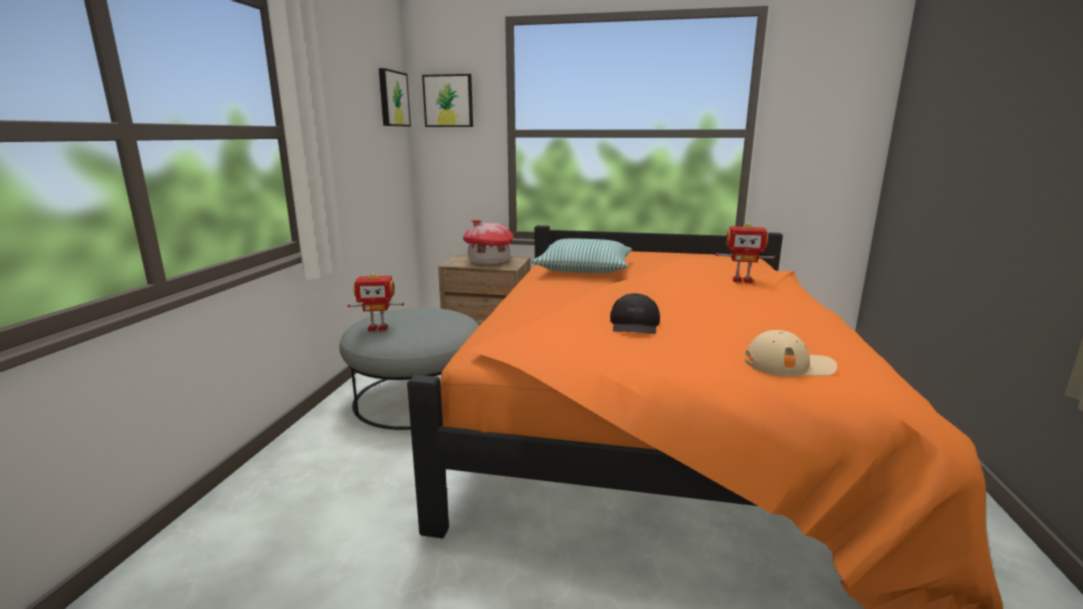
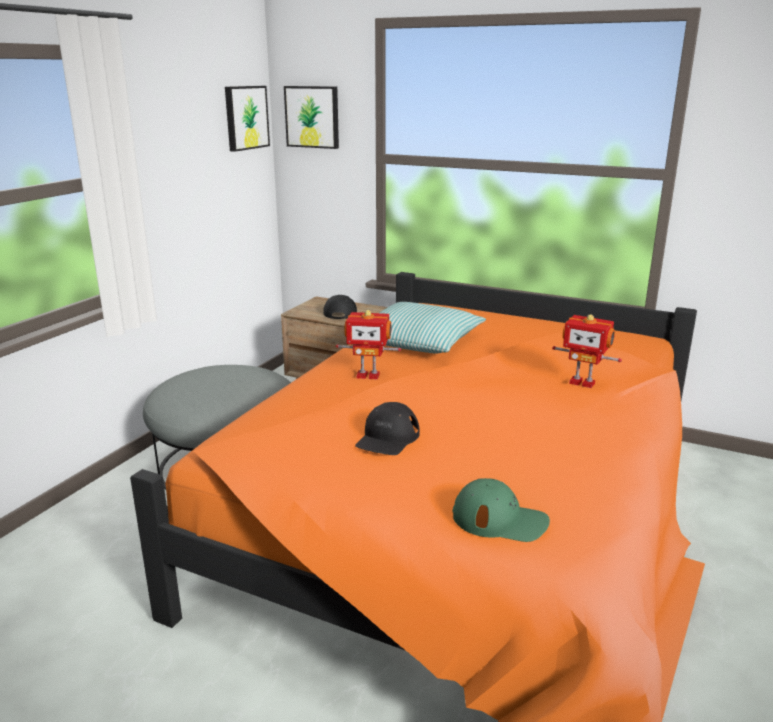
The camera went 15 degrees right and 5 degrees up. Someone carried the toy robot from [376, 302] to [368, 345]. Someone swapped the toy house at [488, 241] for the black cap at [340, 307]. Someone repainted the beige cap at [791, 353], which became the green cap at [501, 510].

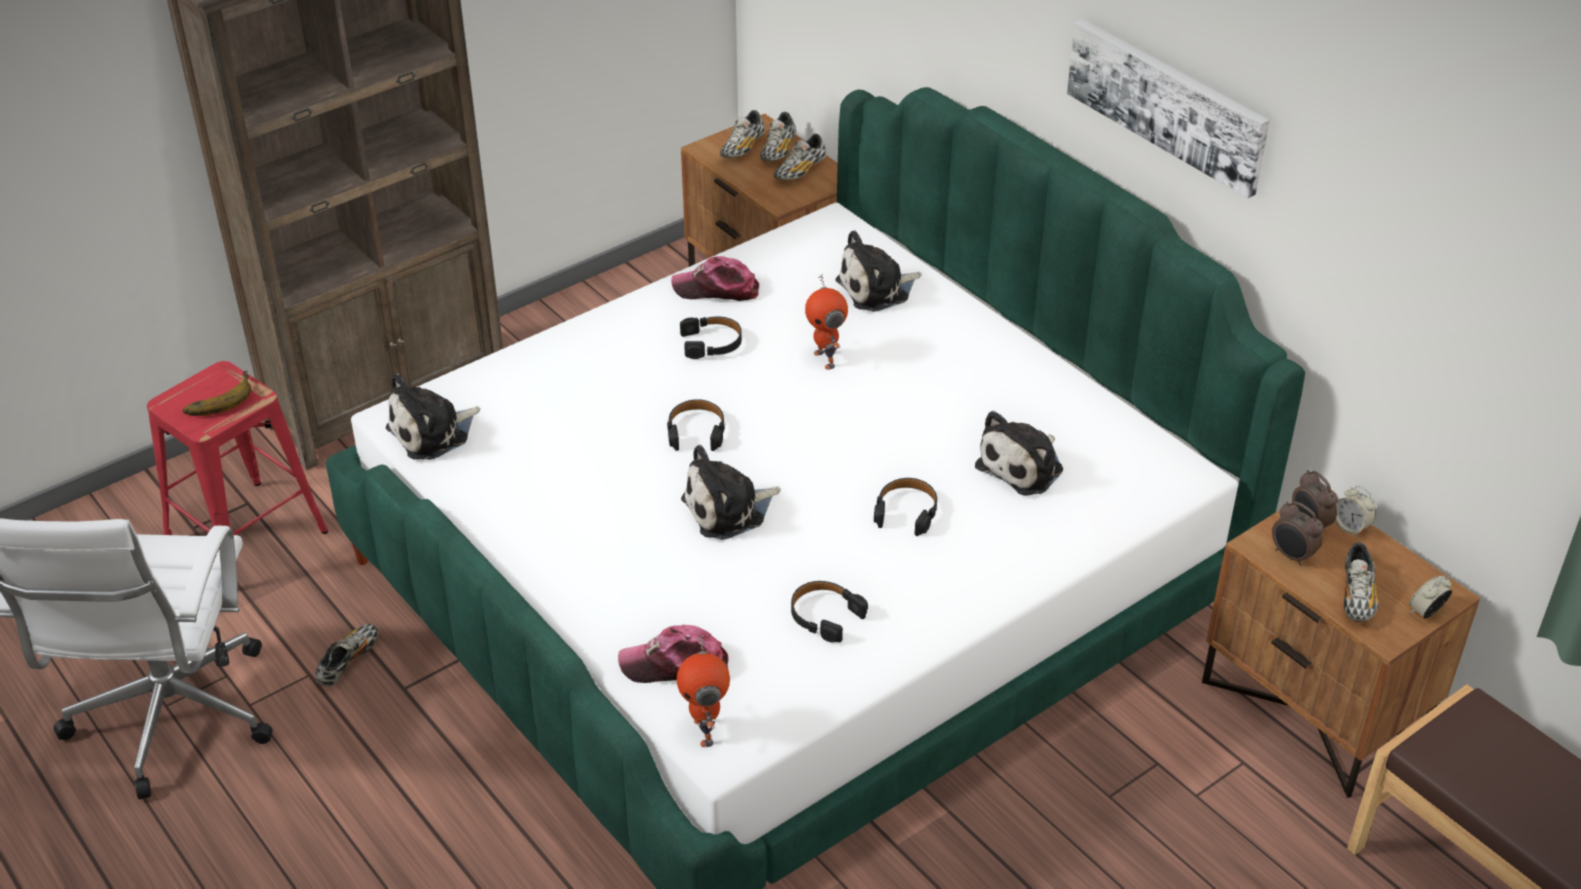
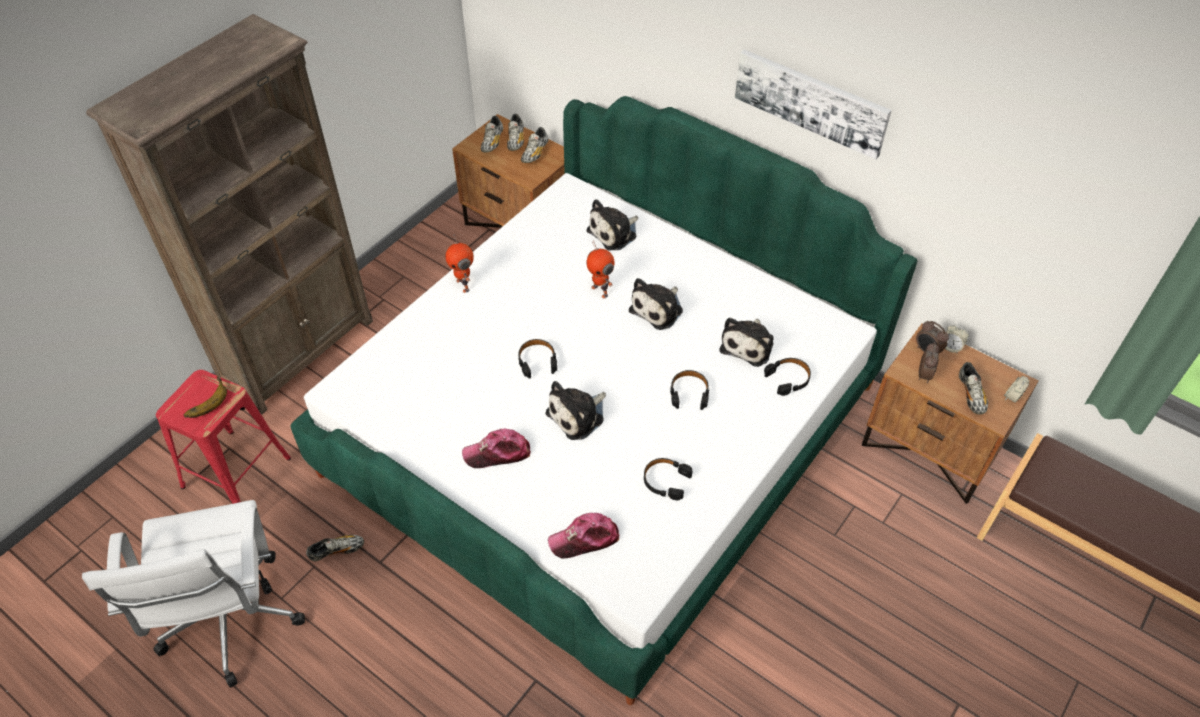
The camera went 15 degrees left and 10 degrees up. Someone carried the plush toy from [433, 416] to [656, 304]. Someone carried the cap from [715, 278] to [496, 448]. Someone carried the toy robot from [703, 691] to [459, 264]. Someone carried the black headphones from [711, 338] to [787, 377]. Someone rotated the shoe at [346, 655] by 60 degrees clockwise. Someone rotated the alarm clock at [1298, 533] by 105 degrees counterclockwise.

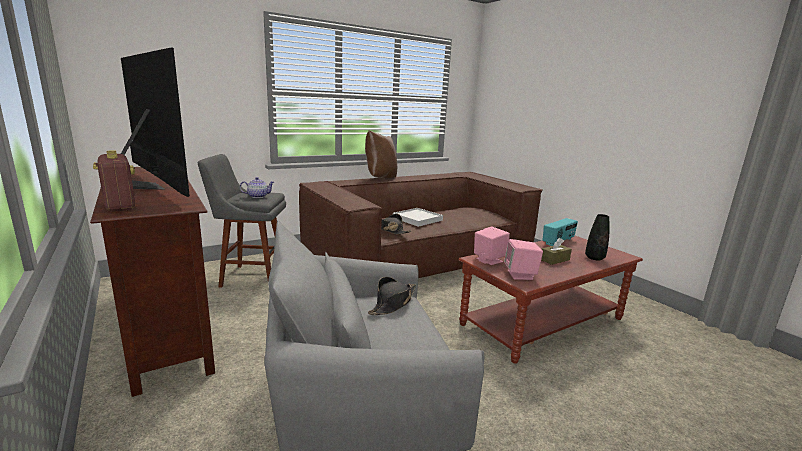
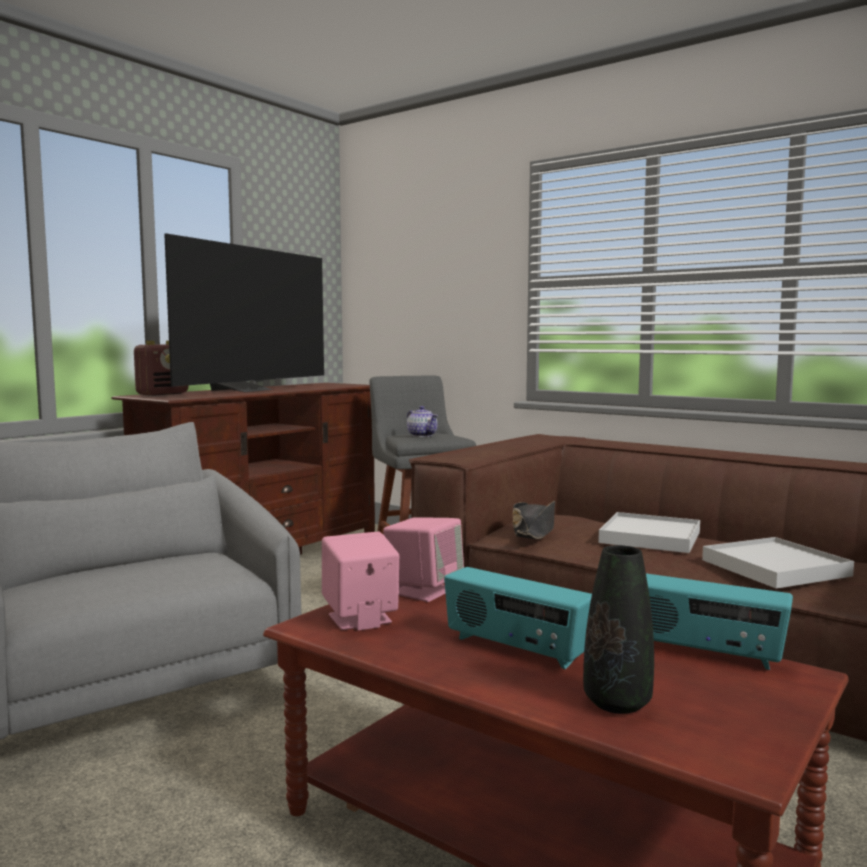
The camera went 70 degrees right and 10 degrees down. Someone took away the brown pillow at [381, 154]. Someone took away the black hat at [392, 296]. Someone put down the white tray at [778, 563]. Someone swapped the brown tissue box at [556, 251] for the radio at [518, 618].

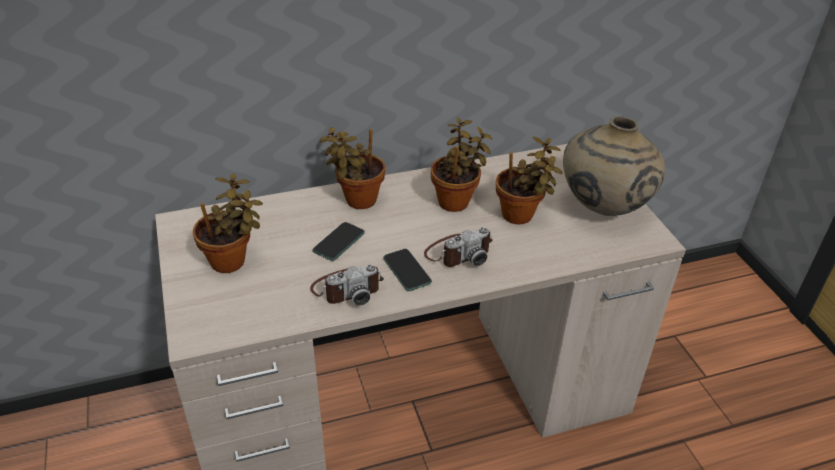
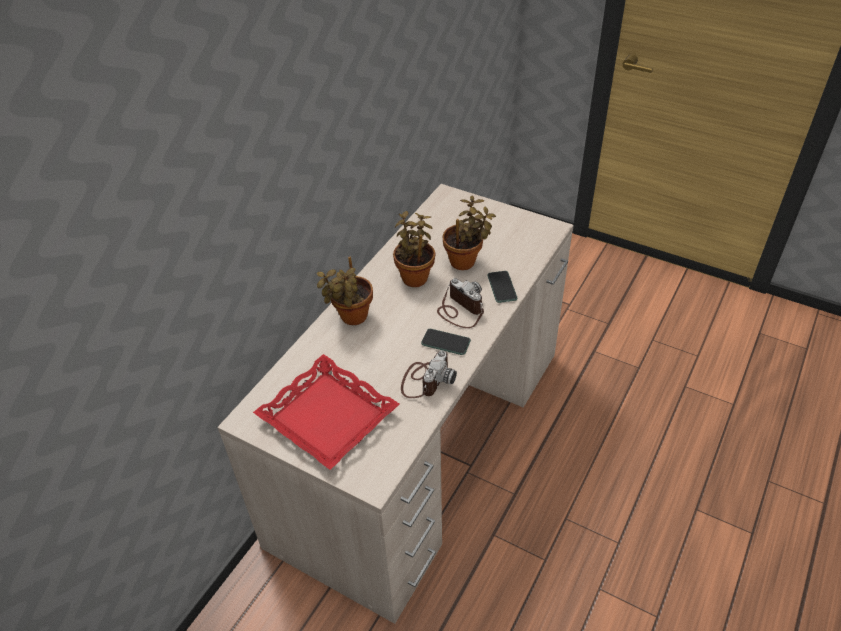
The camera went 40 degrees left and 5 degrees up. Someone took away the beige vase at [614, 166]. Someone carried the phone from [338, 241] to [502, 287]. Someone swapped the potted plant at [228, 223] for the red tray at [326, 412]. Someone rotated the photo camera at [458, 247] by 60 degrees counterclockwise.

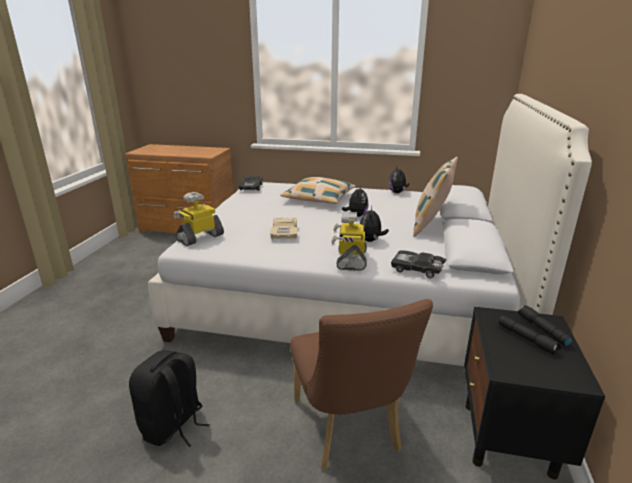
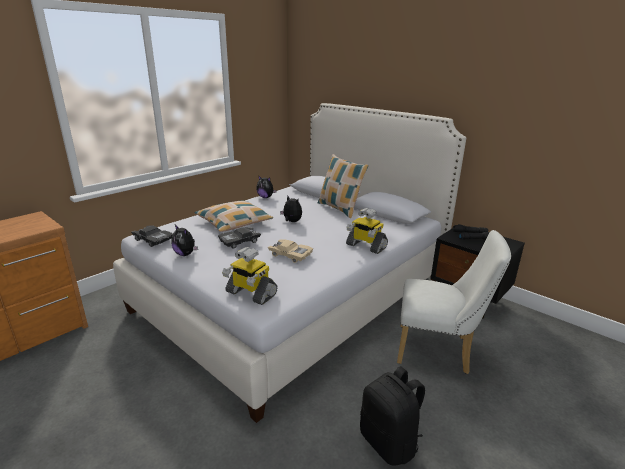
The camera went 60 degrees left and 0 degrees up. Someone carried the plush toy from [374, 224] to [185, 240]. Someone carried the black toy car from [418, 264] to [239, 238]. Someone repainted the brown chair at [361, 384], which became the white chair at [454, 302]. Someone rotated the toy robot at [198, 219] by 45 degrees counterclockwise.

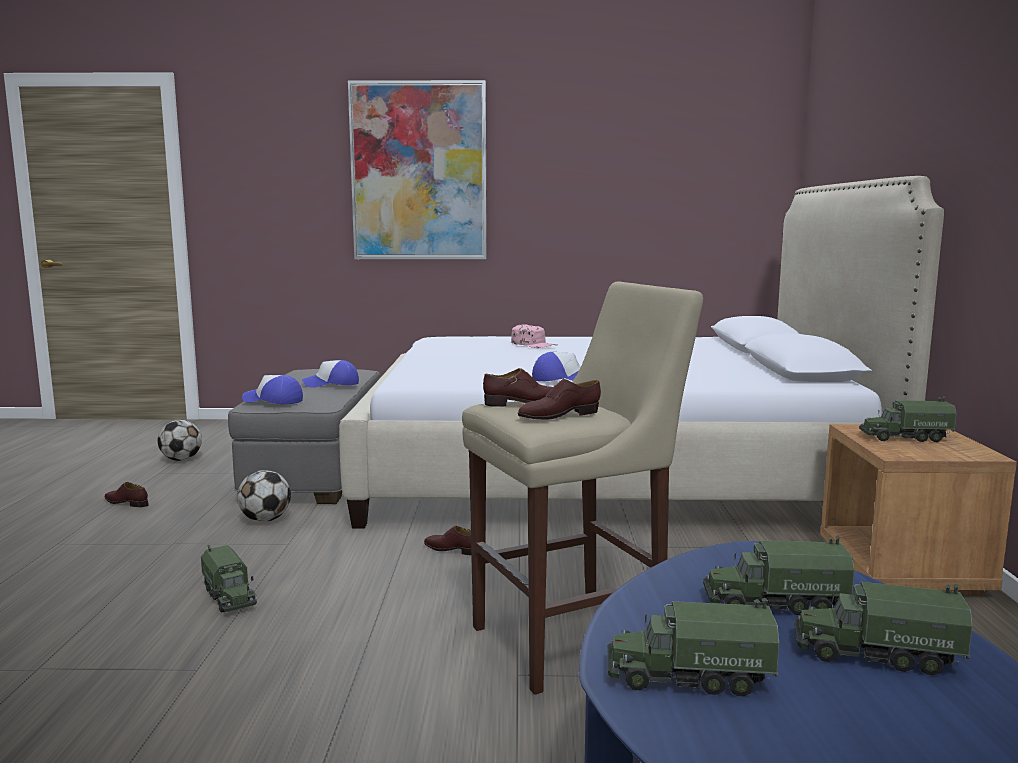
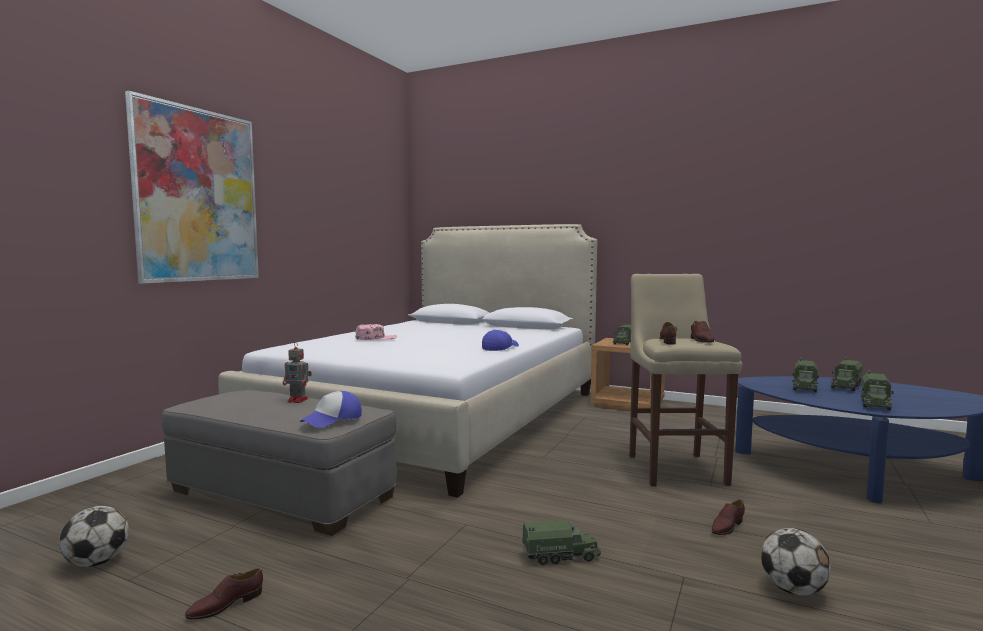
The camera went 65 degrees left and 5 degrees down. Someone carried the football from [264, 496] to [796, 562]. Someone carried the brown shoe from [447, 540] to [728, 517]. Someone swapped the cap at [330, 374] for the toy robot at [297, 372].

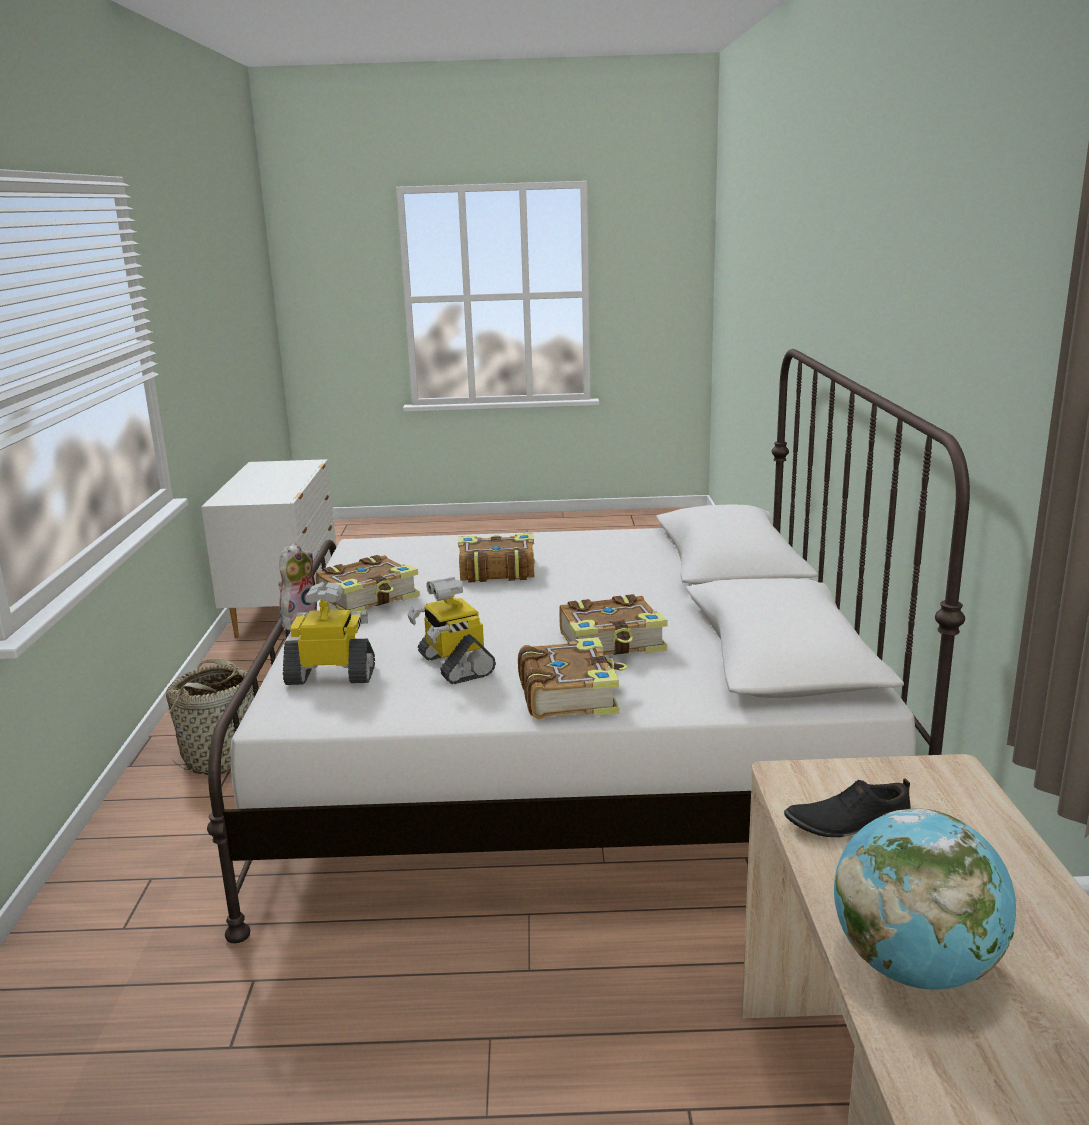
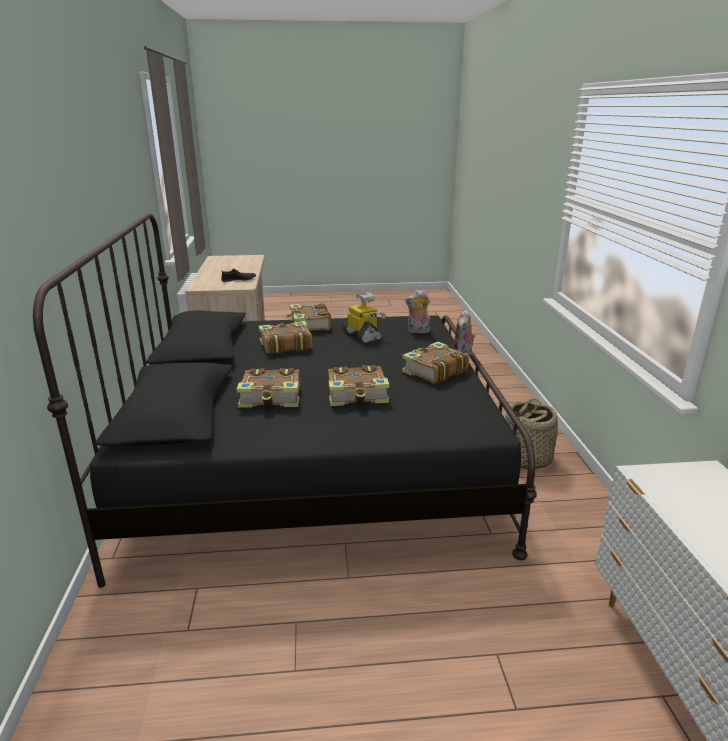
The camera went 175 degrees right and 5 degrees up. Someone took away the globe at [925, 899]. Someone put down the book at [268, 388]. Someone swapped the toy robot at [329, 633] for the plush toy at [417, 311]. Someone repainted the white bed at [588, 646], which became the black bed at [285, 400].

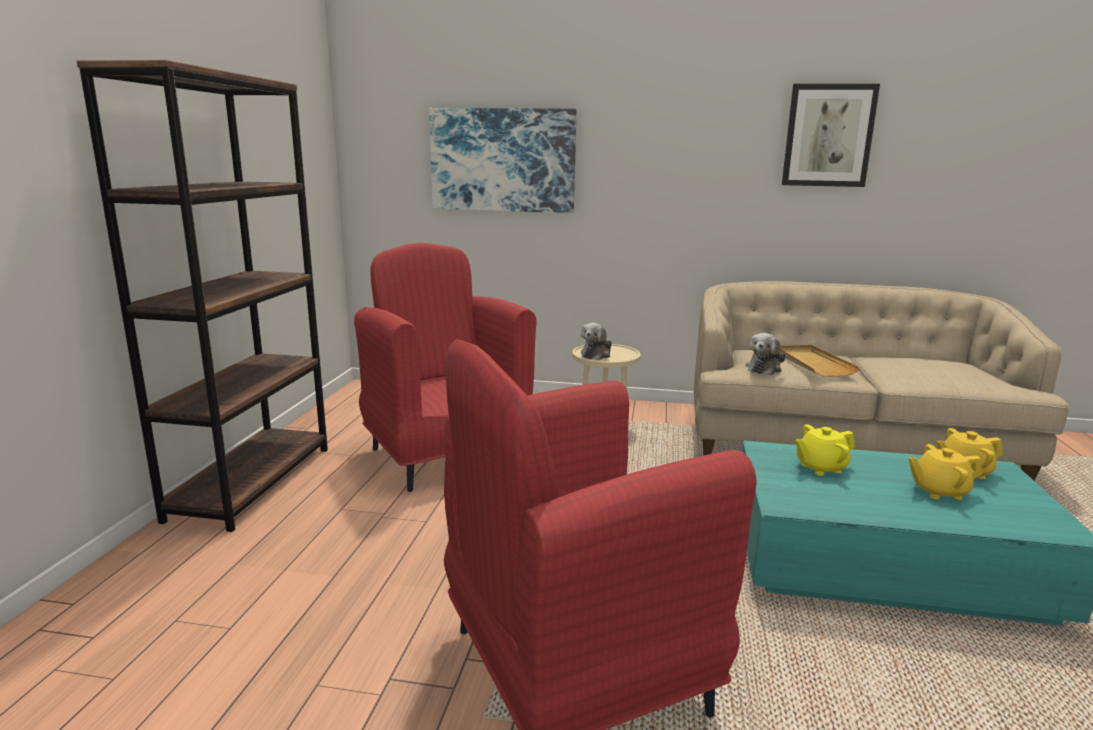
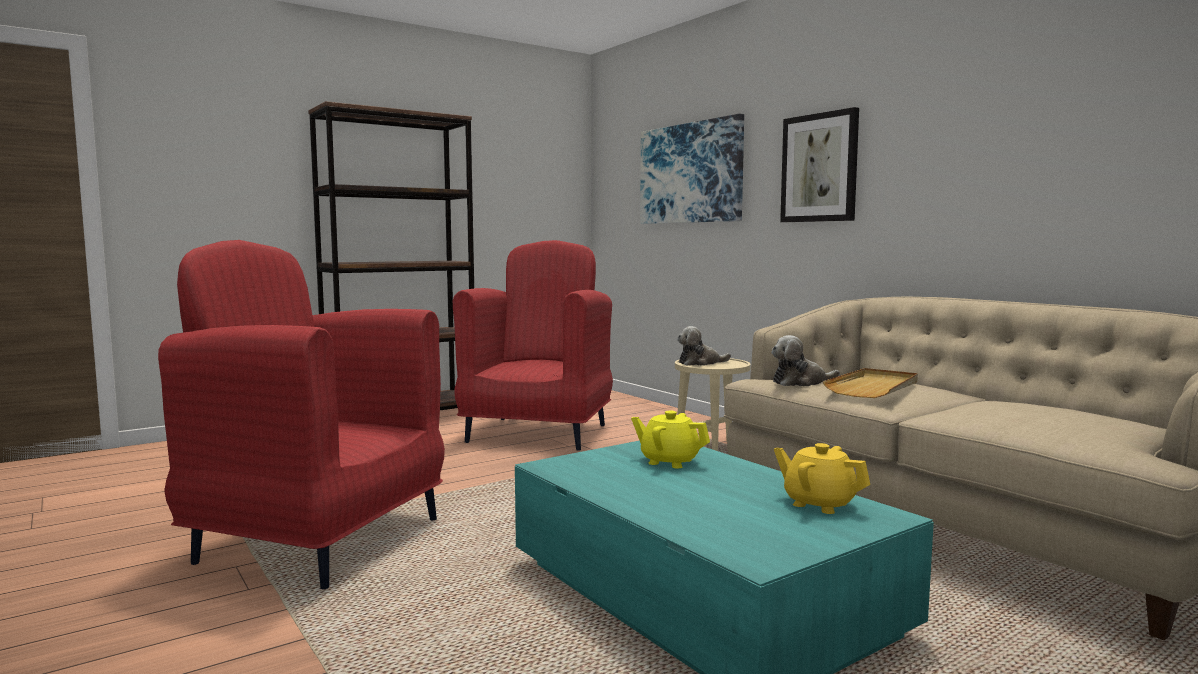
The camera went 45 degrees right and 10 degrees down. Someone took away the yellow teapot at [945, 472]. Someone carried the picture from [831, 135] to [819, 164].

